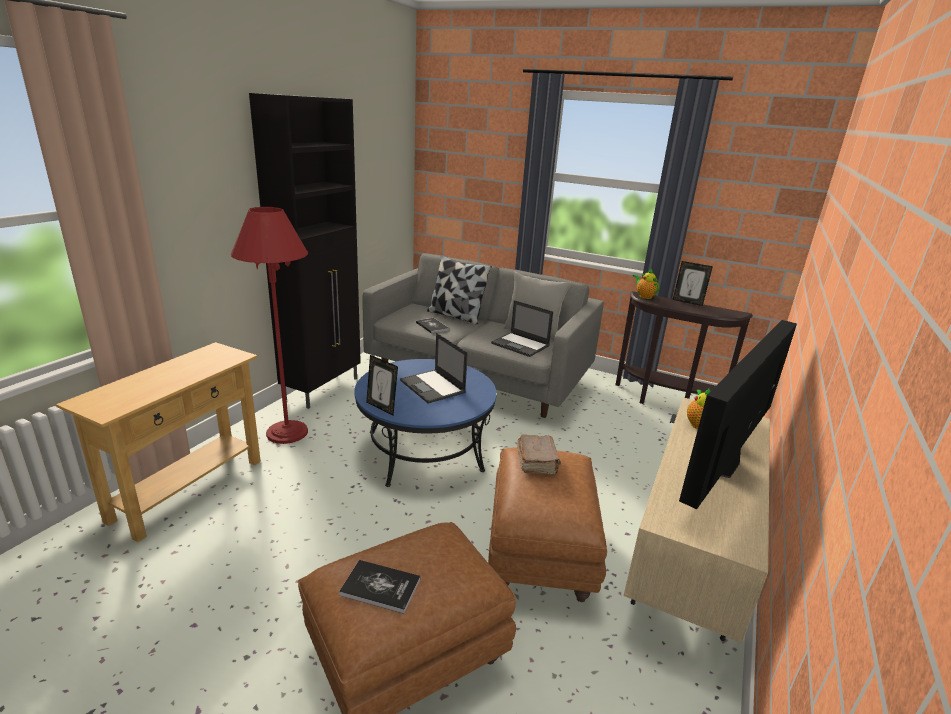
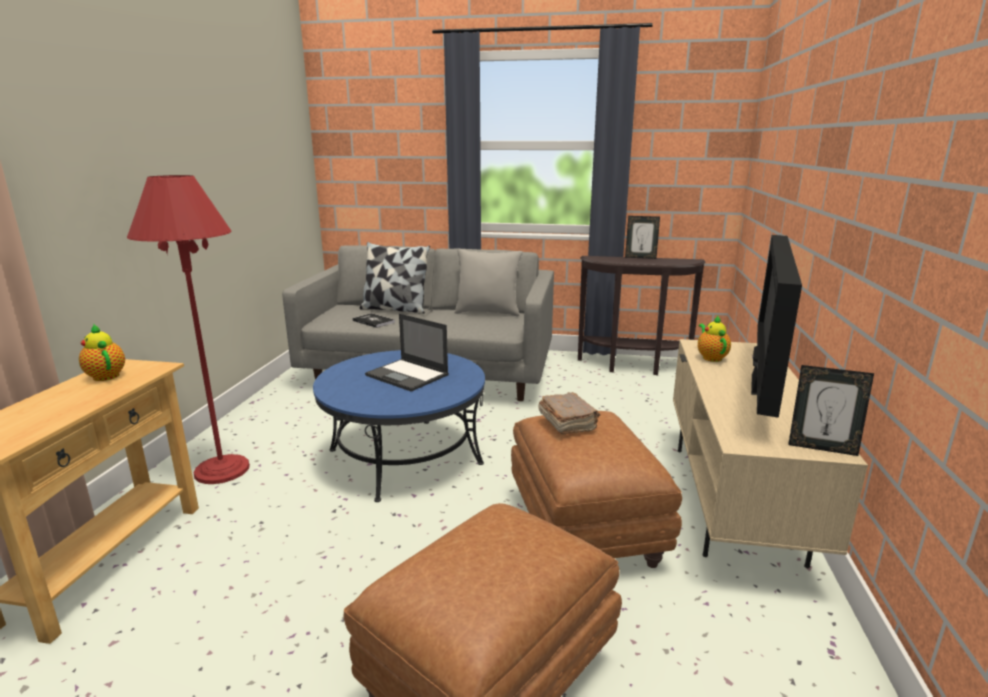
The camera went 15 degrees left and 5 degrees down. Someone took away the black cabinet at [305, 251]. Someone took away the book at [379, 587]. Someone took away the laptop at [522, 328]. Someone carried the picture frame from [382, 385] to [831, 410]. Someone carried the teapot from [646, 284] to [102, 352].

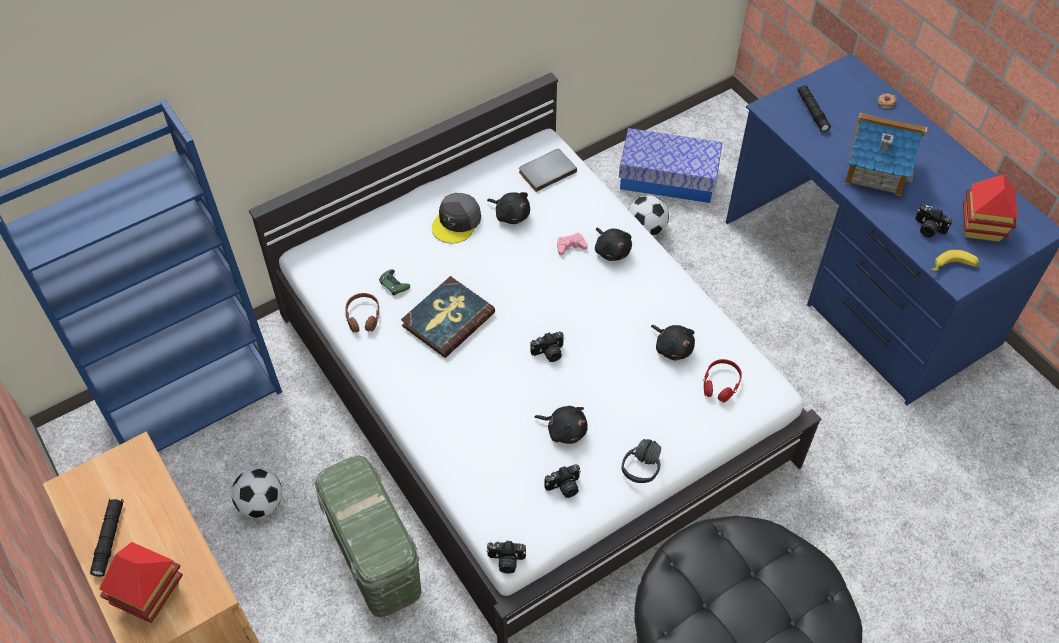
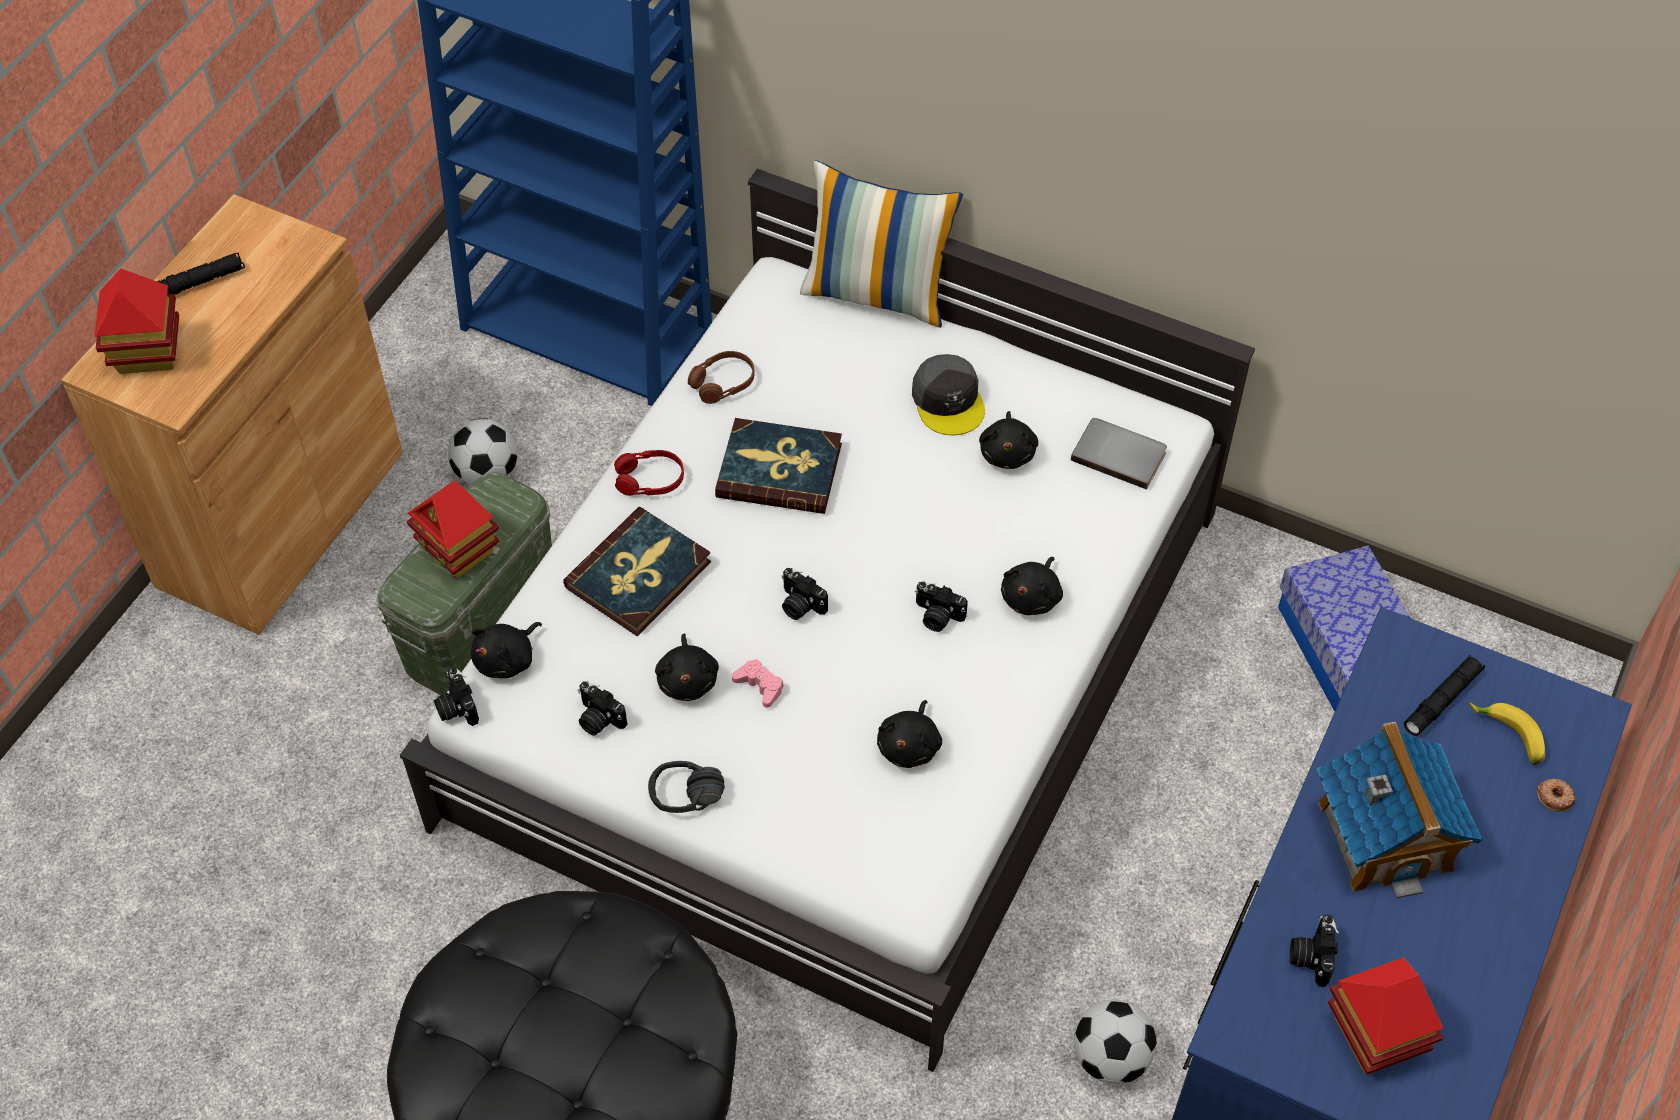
The camera went 60 degrees right and 0 degrees up. Someone took away the green game controller at [394, 282]. Someone put down the toy house at [453, 529]. Someone put down the black plush toy at [506, 650]. Someone put down the book at [637, 571]. Someone put down the pillow at [881, 243]. Someone put down the photo camera at [941, 607]. Someone carried the pink game controller from [572, 244] to [758, 683]. Someone carried the football from [648, 216] to [1115, 1042]. Someone carried the red headphones from [722, 381] to [649, 473]. Someone carried the banana from [954, 260] to [1507, 733]. Someone rotated the grey cap at [456, 218] by 105 degrees counterclockwise.

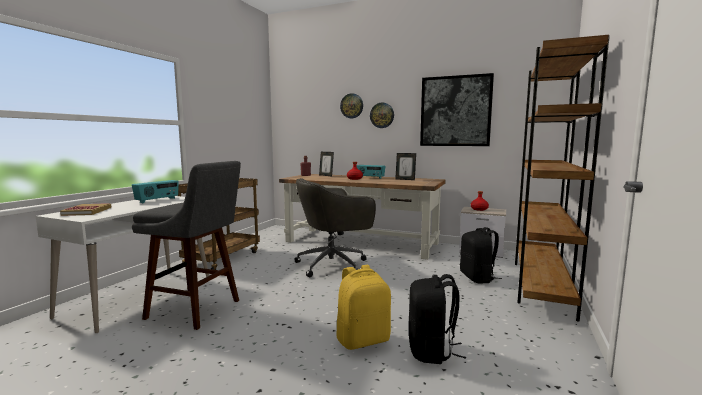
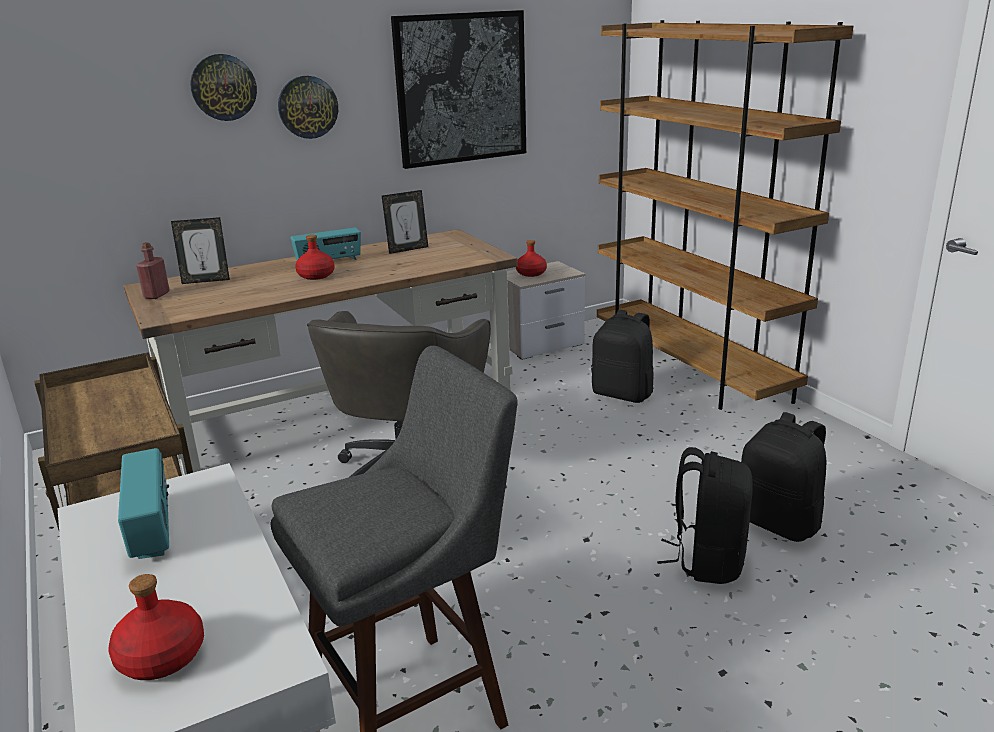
The camera went 50 degrees left and 15 degrees up. Someone swapped the book at [85, 209] for the red bottle at [156, 627]. Someone repainted the yellow backpack at [363, 307], which became the black backpack at [705, 515].

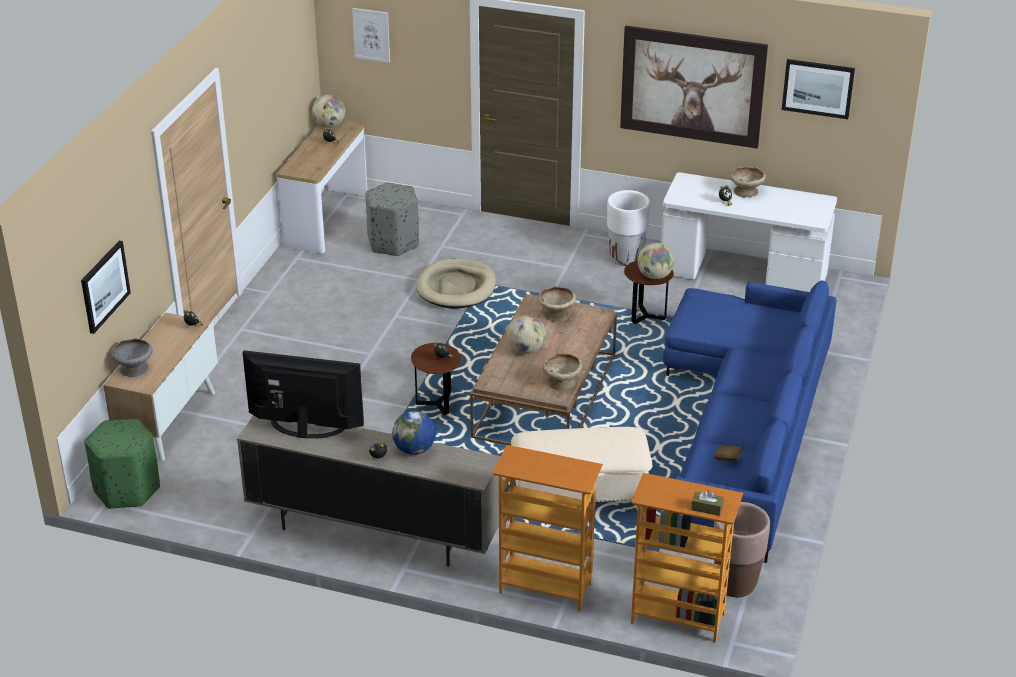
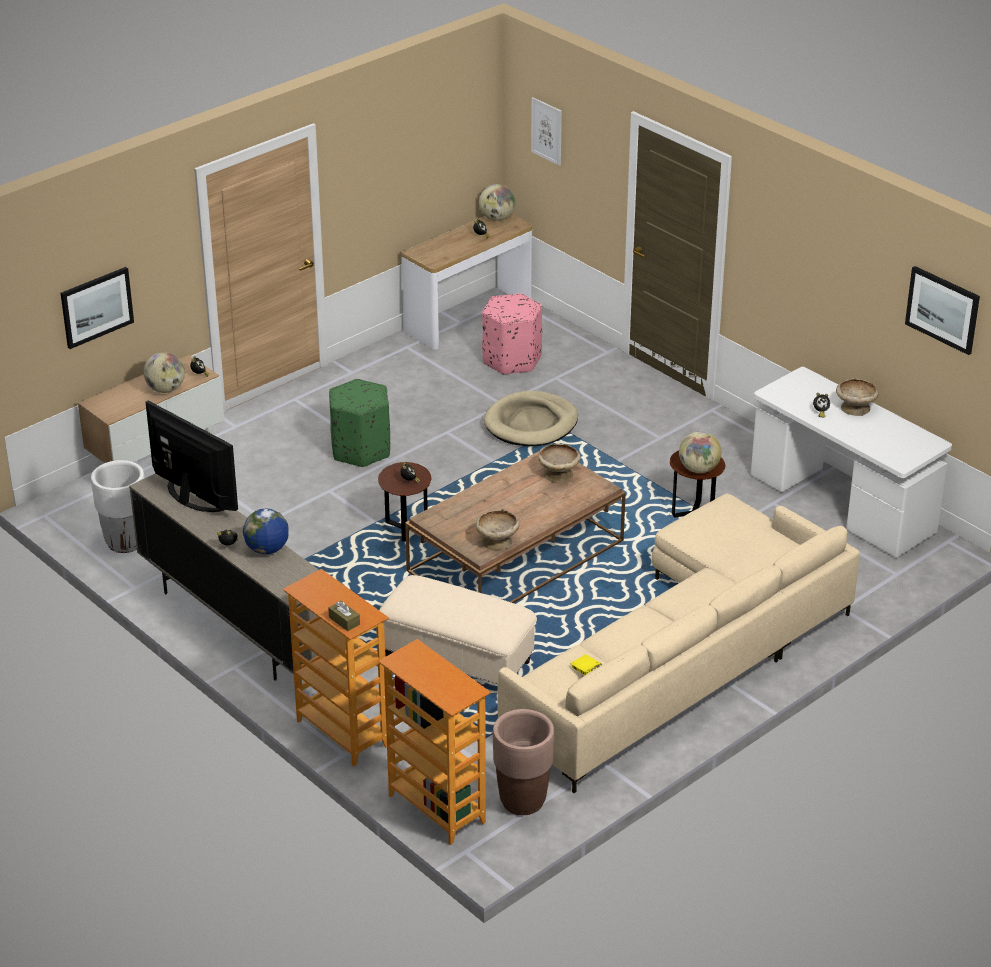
The camera went 30 degrees right and 0 degrees up. Someone took away the grey bowl at [132, 357]. Someone took away the picture at [694, 87]. Someone carried the green ottoman from [122, 463] to [359, 423]. Someone carried the globe from [526, 334] to [164, 372]. Someone carried the white planter from [628, 228] to [118, 506]. Someone carried the brown tissue box from [707, 503] to [344, 616]. Someone repainted the grey ottoman at [392, 219], which became the pink ottoman at [512, 334]. Someone repainted the blue sofa at [750, 421], which became the beige sofa at [679, 643]. Someone repainted the brown book at [728, 453], which became the yellow book at [586, 664].

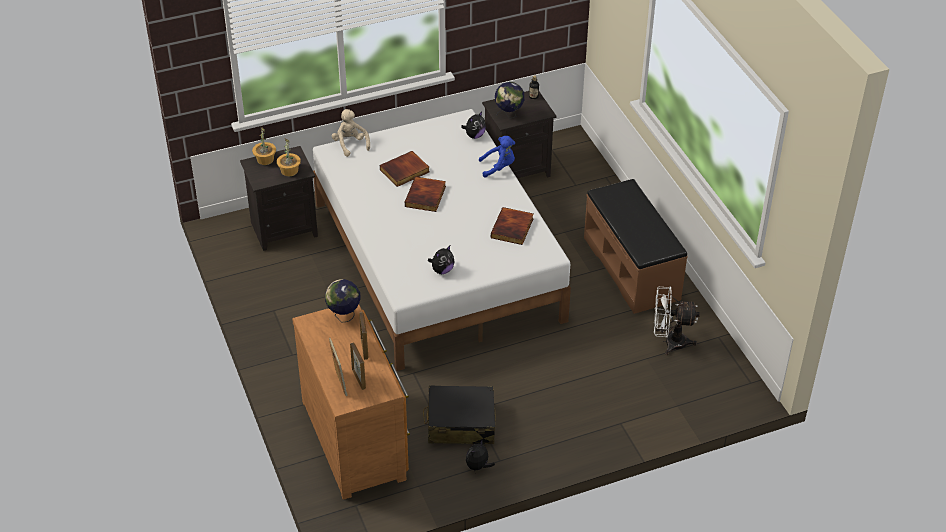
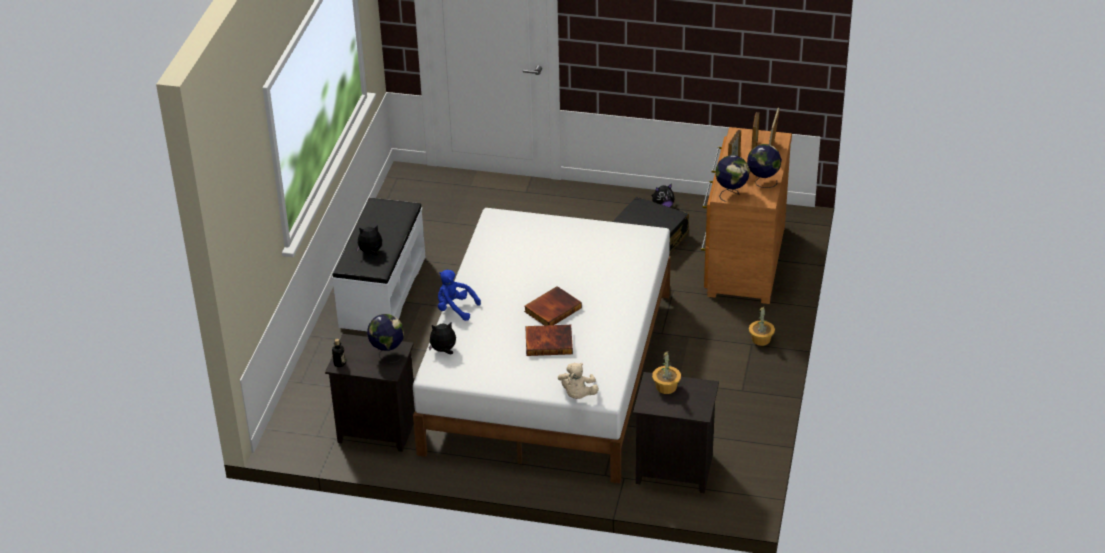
The camera went 145 degrees left and 5 degrees down. Someone took away the book at [512, 226]. Someone took away the white fan at [677, 321]. Someone put down the globe at [764, 166]. Someone carried the potted plant from [264, 146] to [762, 326]. Someone carried the plush toy from [441, 260] to [369, 240]. Someone repainted the brown bench at [635, 246], which became the white bench at [378, 264].

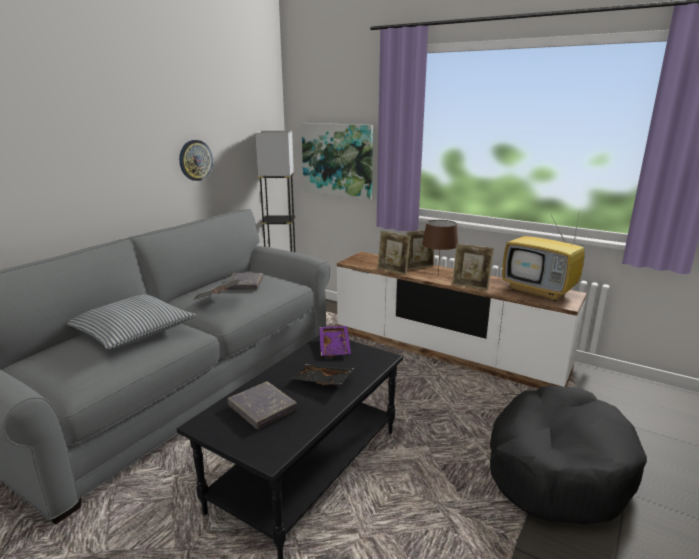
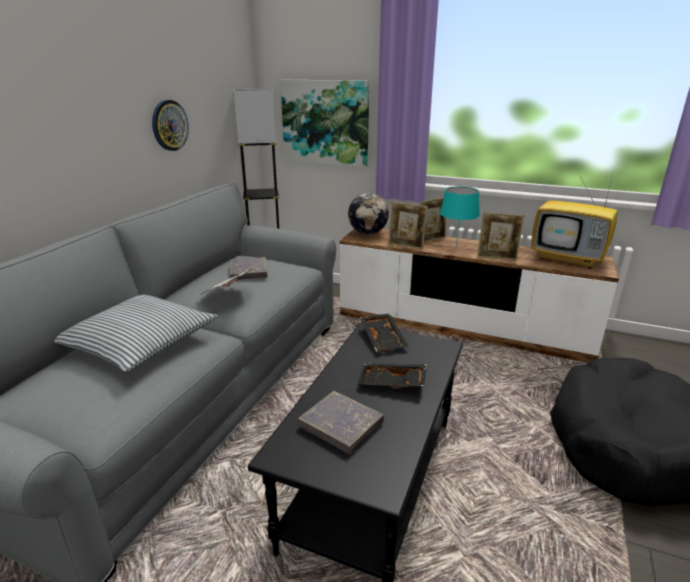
The camera went 10 degrees left and 5 degrees up. Someone put down the globe at [368, 213]. Someone repainted the purple tray at [335, 341], which became the black tray at [384, 332]. Someone repainted the brown table lamp at [440, 246], which became the turquoise table lamp at [460, 217].

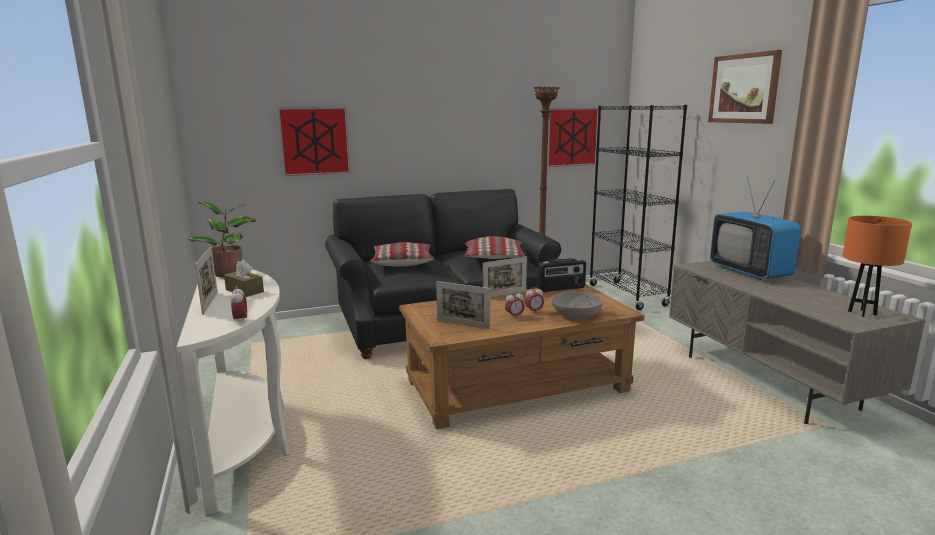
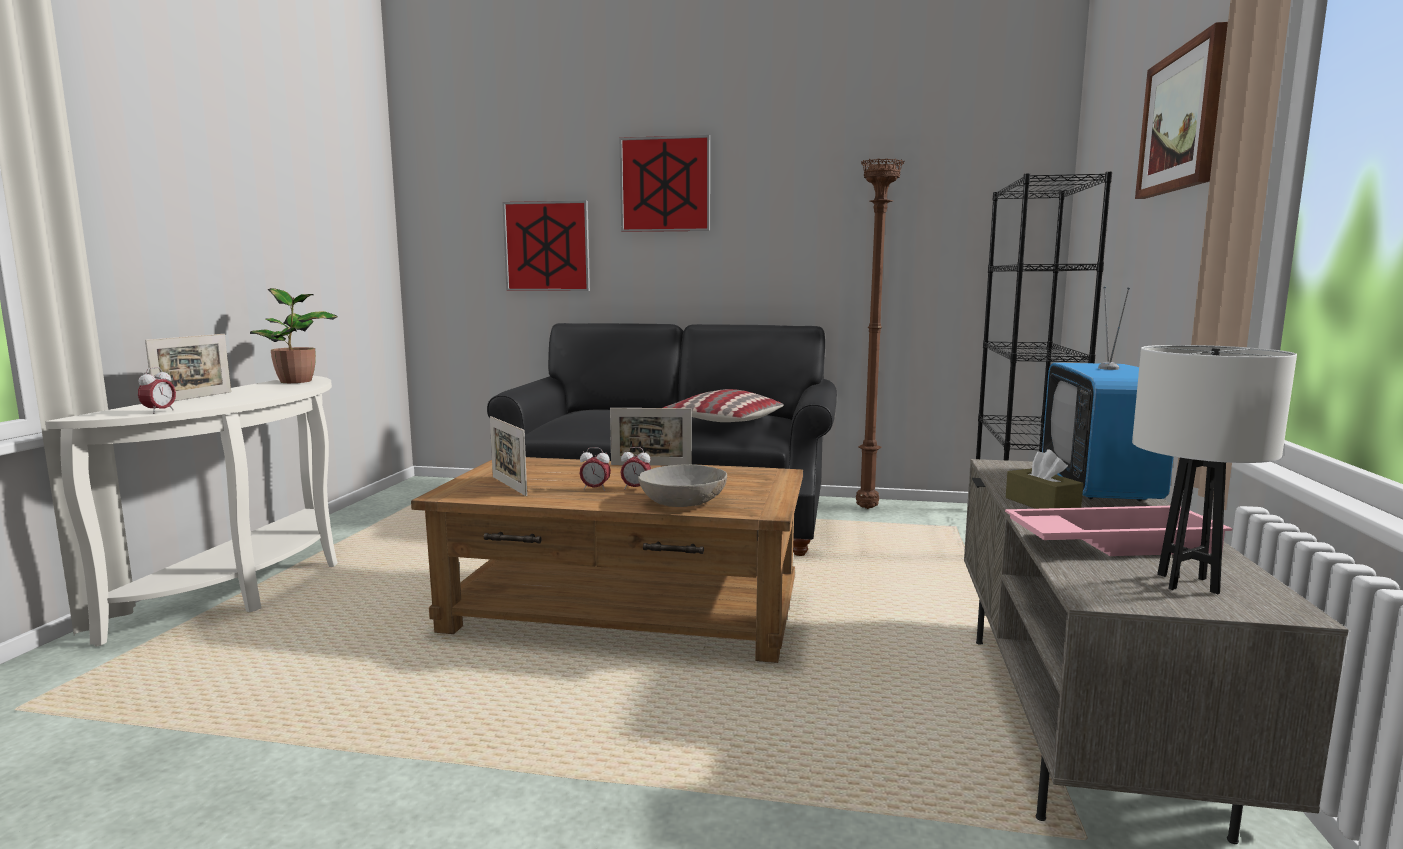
The camera went 30 degrees right and 5 degrees down. Someone took away the pillow at [402, 254]. Someone took away the radio at [561, 275]. Someone put down the pink tray at [1118, 531]. Someone carried the brown tissue box from [244, 278] to [1044, 479]. Someone carried the picture from [572, 137] to [665, 183]. Someone repainted the orange table lamp at [877, 266], which became the white table lamp at [1214, 469].

